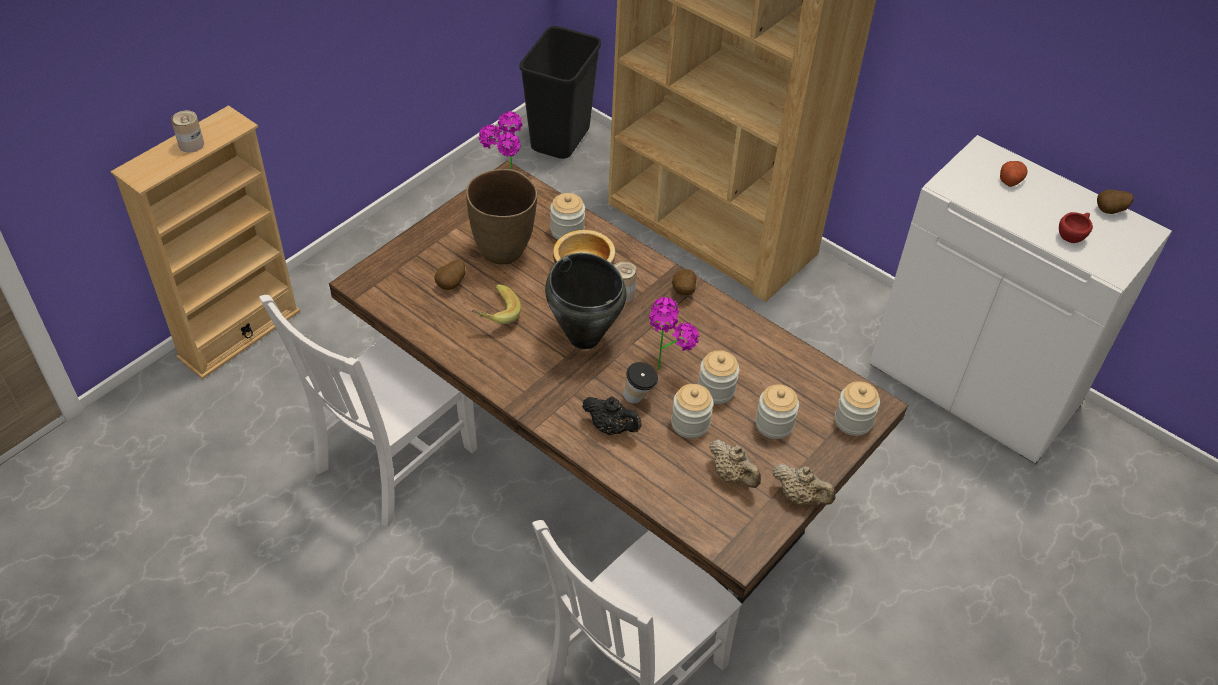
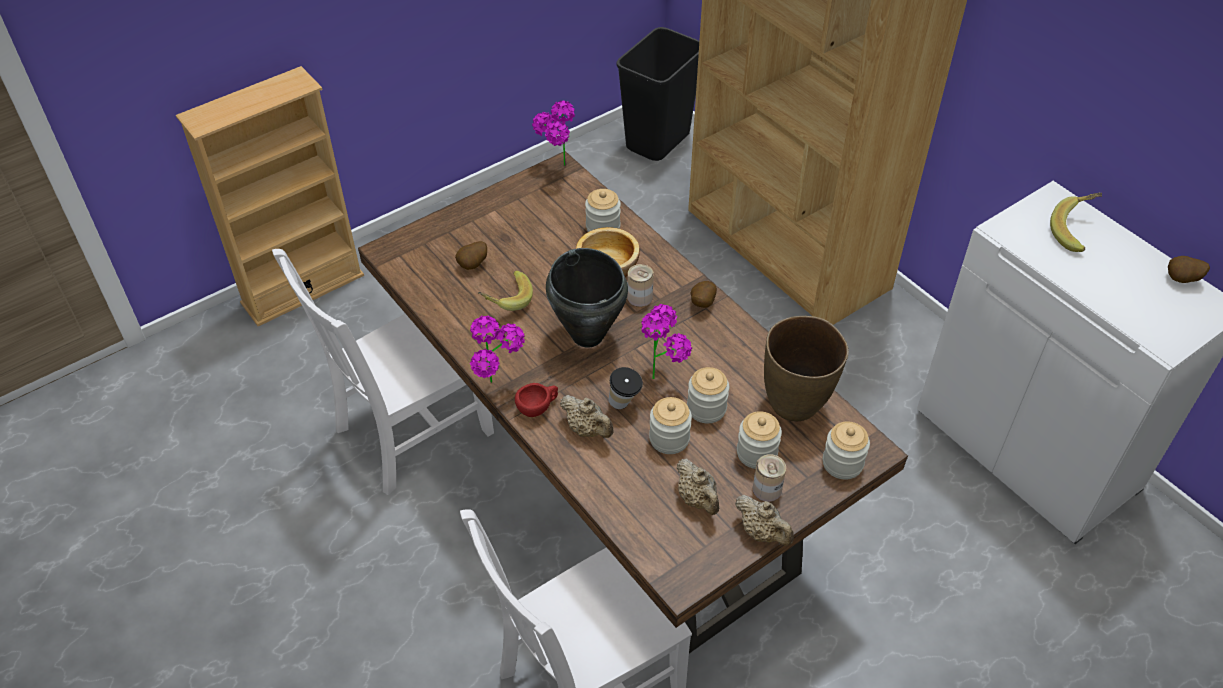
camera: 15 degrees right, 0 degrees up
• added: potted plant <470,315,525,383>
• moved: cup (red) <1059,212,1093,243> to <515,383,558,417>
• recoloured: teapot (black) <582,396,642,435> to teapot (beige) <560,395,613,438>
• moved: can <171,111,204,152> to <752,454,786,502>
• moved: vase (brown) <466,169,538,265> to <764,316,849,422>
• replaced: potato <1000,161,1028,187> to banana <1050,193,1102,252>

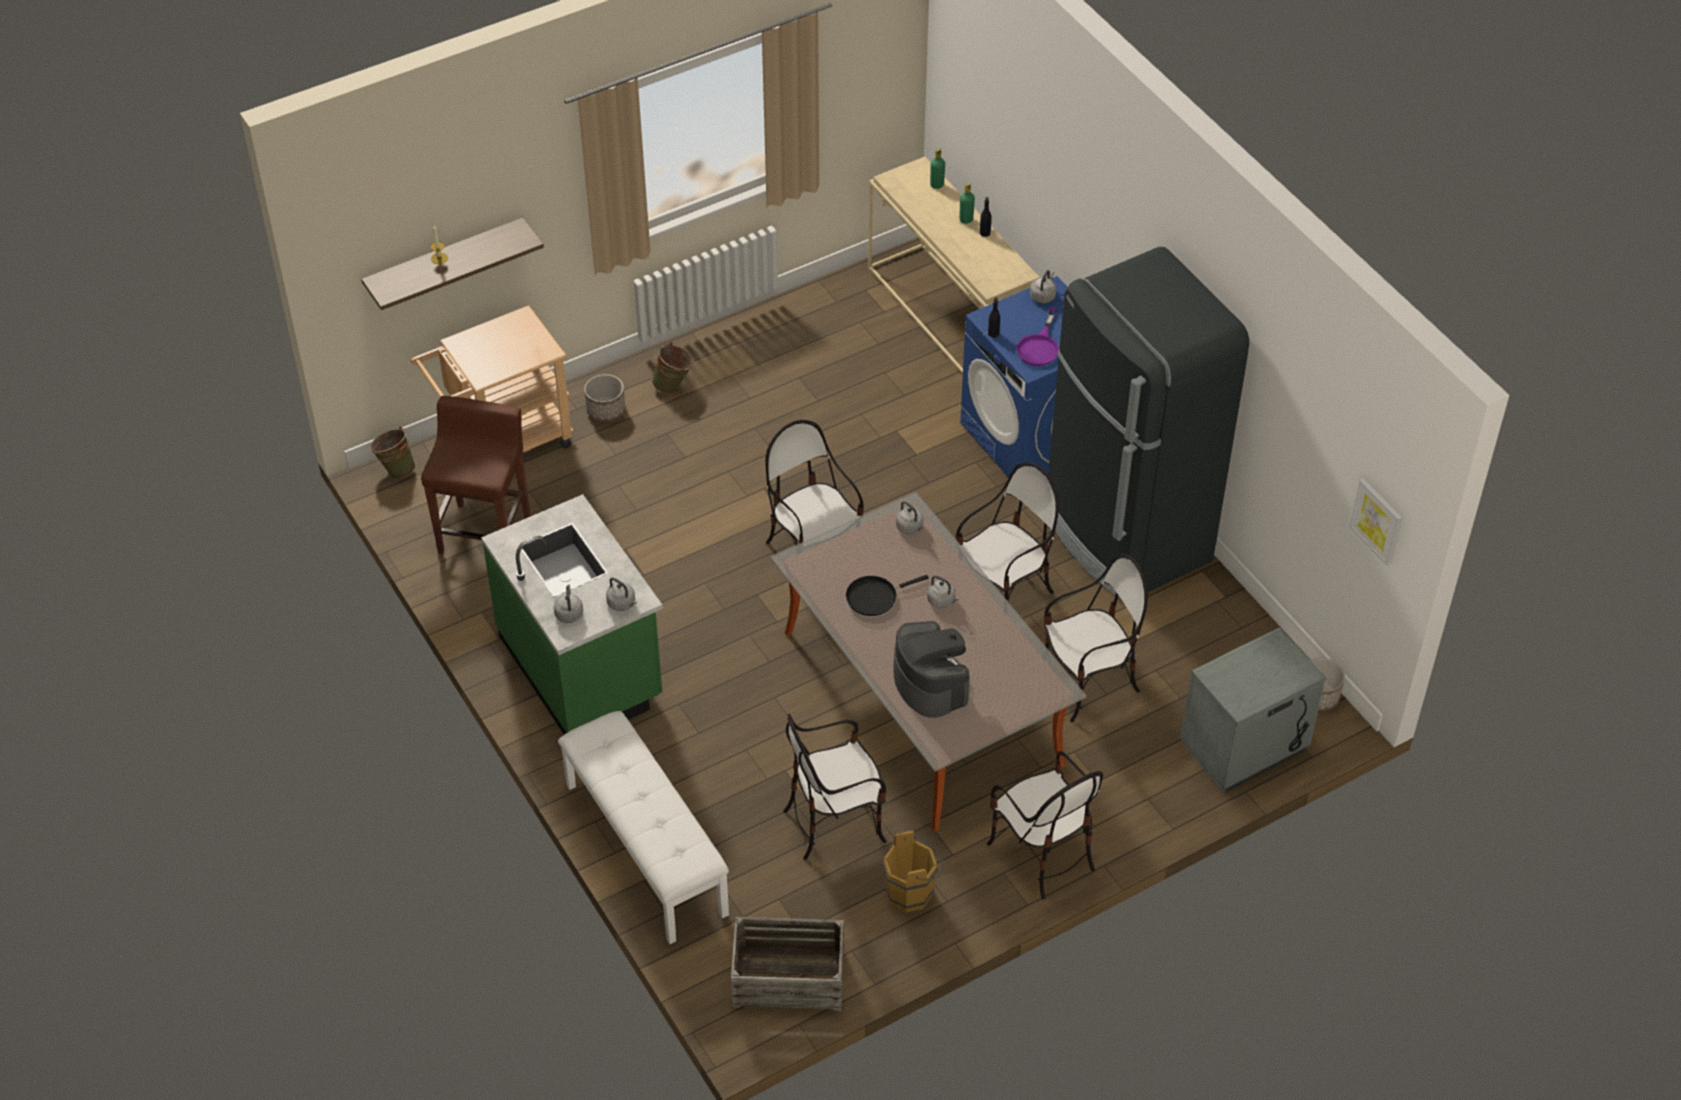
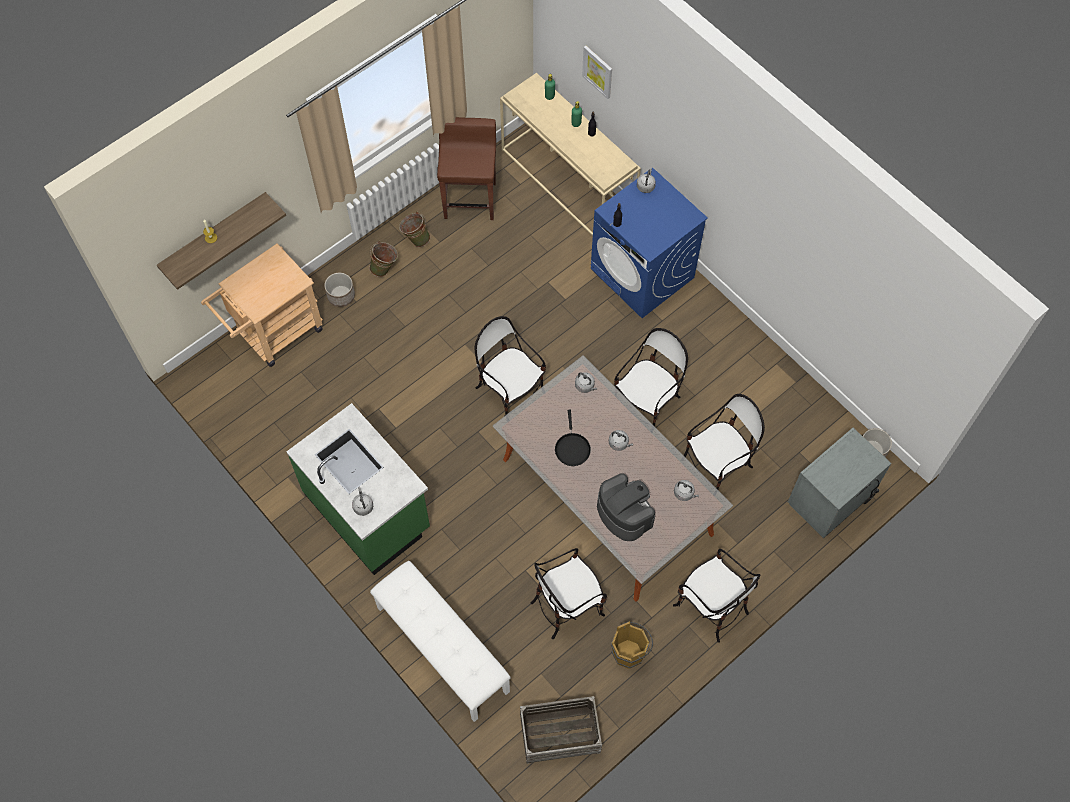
camera: 10 degrees left, 15 degrees up
• moved: bucket (green) <370,426,416,479> to <399,211,430,247>
• moved: stool (brown) <421,396,530,554> to <437,117,496,220>
• turned: frying pan (black) <846,575,929,616> = <555,410,591,466> 60 degrees counterclockwise
• moved: picture <1349,478,1403,566> to <582,46,612,99>
• moved: kettle (grey) <606,578,637,611> to <674,480,699,501>
• removed: frying pan (purple) <1016,307,1059,366>
• removed: fridge (black) <1048,247,1249,599>

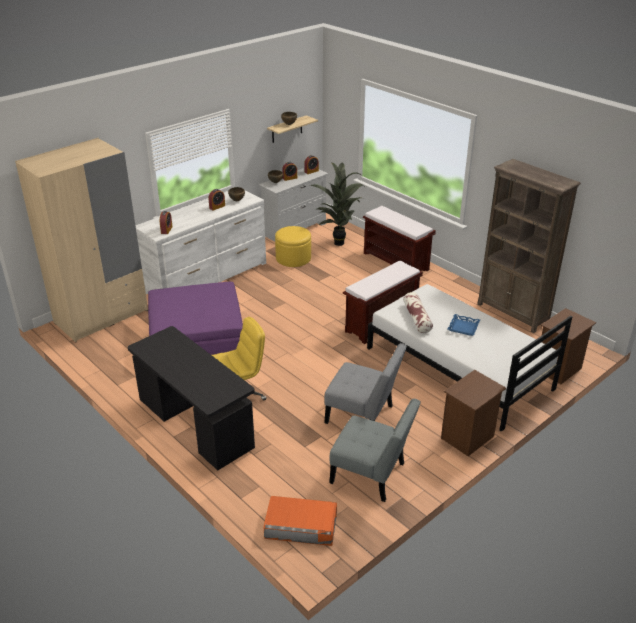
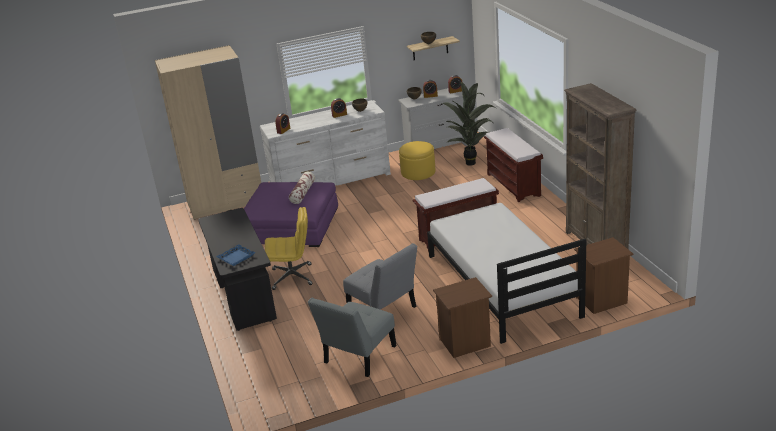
camera: 25 degrees right, 5 degrees down
• moved: tray (blue) <448,314,480,336> to <216,244,255,266>
• moved: pillow <403,292,433,333> to <289,172,315,204>
• turned: chair (grey) <329,399,421,502> = <308,298,397,377> 75 degrees clockwise
• removed: storage box (orange) <264,496,337,546>

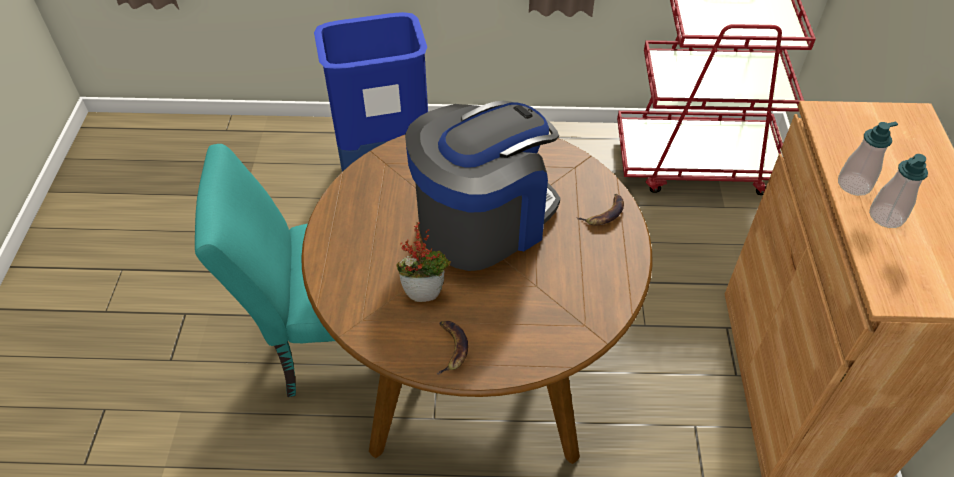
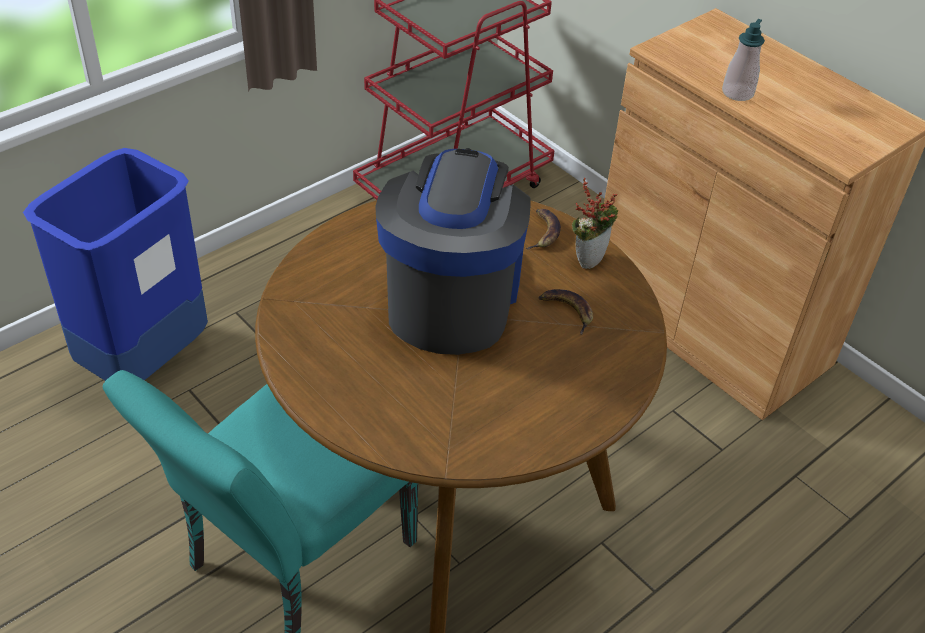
camera: 45 degrees left, 5 degrees down
• moved: banana <437,321,468,375> to <538,289,593,335>
• moved: potted plant <396,222,451,302> to <572,178,618,269>
• removed: soap dispenser <869,154,928,228>

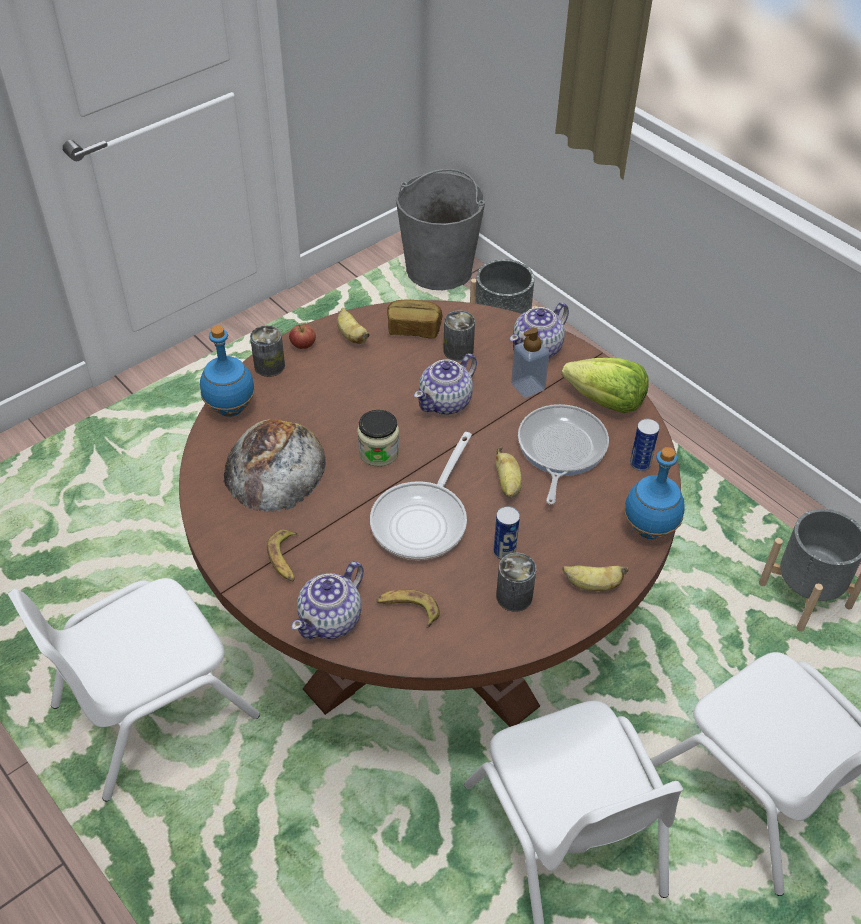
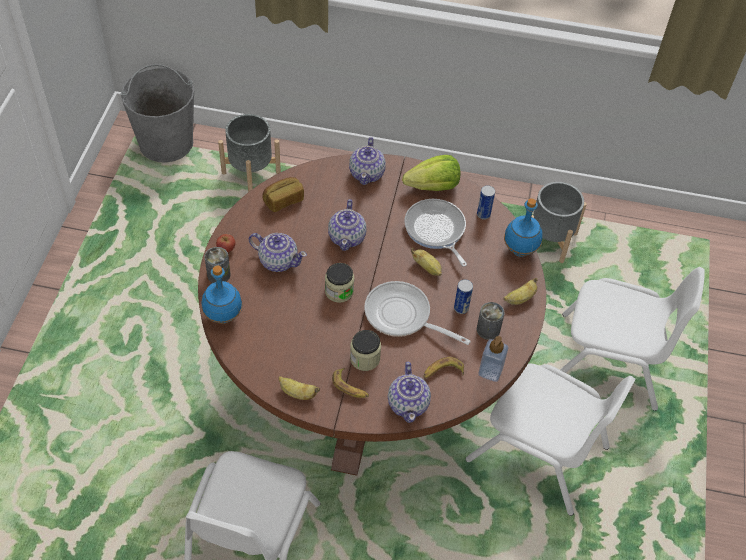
camera: 40 degrees left, 5 degrees up
• added: teapot <249,233,307,272>
• moved: banana <337,308,370,344> to <279,376,320,400>
• added: jar <350,330,381,371>
• turned: frying pan <370,432,472,560> = <364,281,471,345> 135 degrees clockwise
• moved: soap dispenser <511,327,550,398> to <478,336,508,382>
• removed: bread <223,419,326,513>
• removed: can <443,311,475,361>

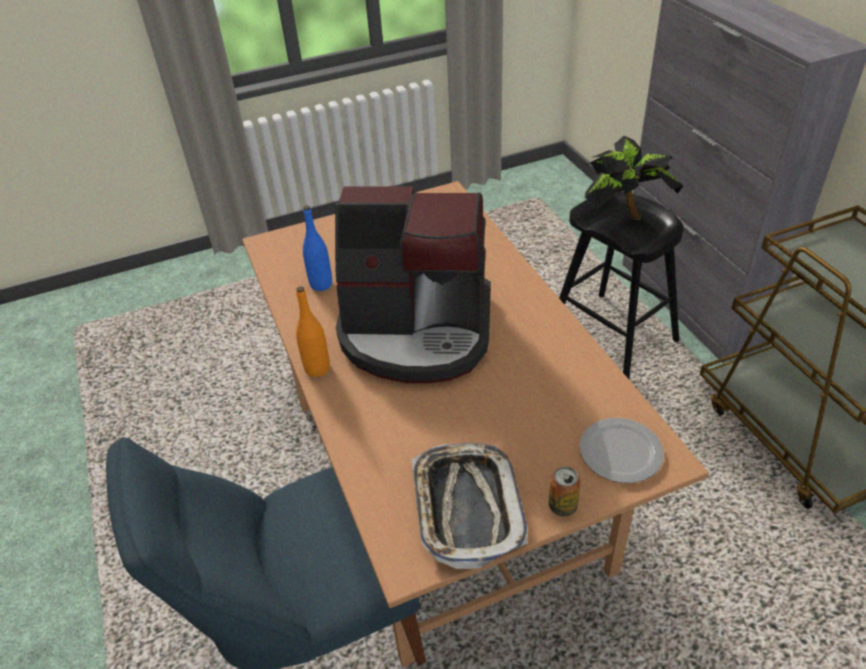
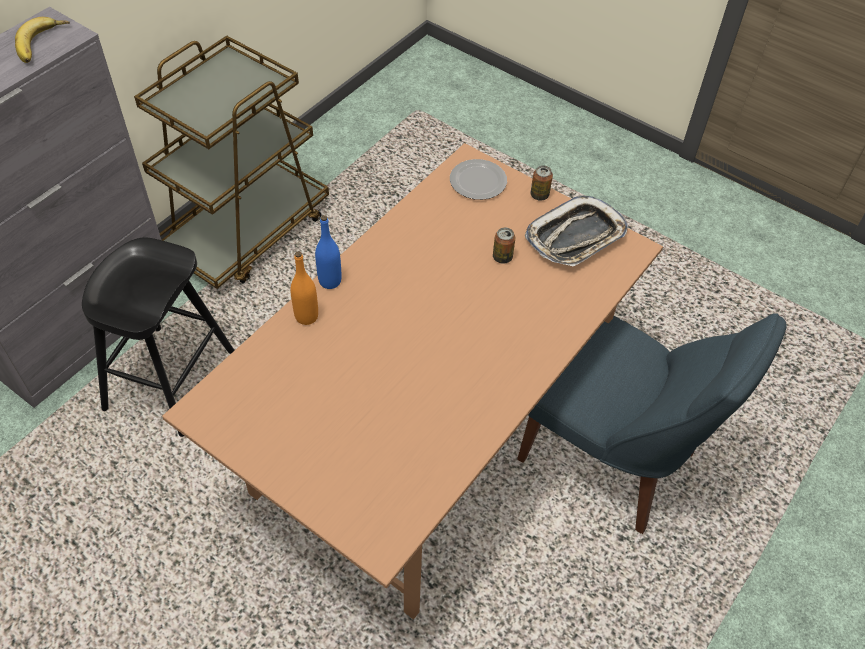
camera: 125 degrees left, 10 degrees up
• added: banana <15,17,70,63>
• moved: bottle (orange) <296,286,330,377> to <290,251,318,325>
• moved: bottle (blue) <303,205,332,291> to <315,215,342,289>
• added: can <493,227,515,264>
• removed: coffee machine <335,186,491,383>
• removed: potted plant <585,136,684,220>

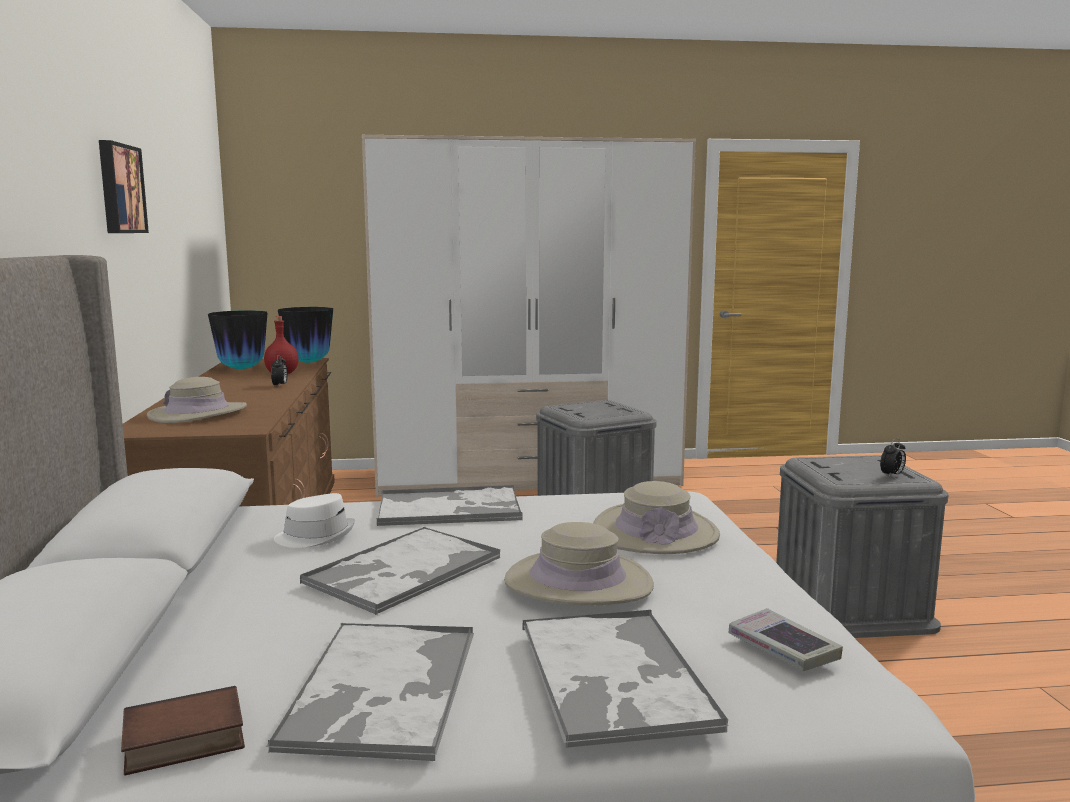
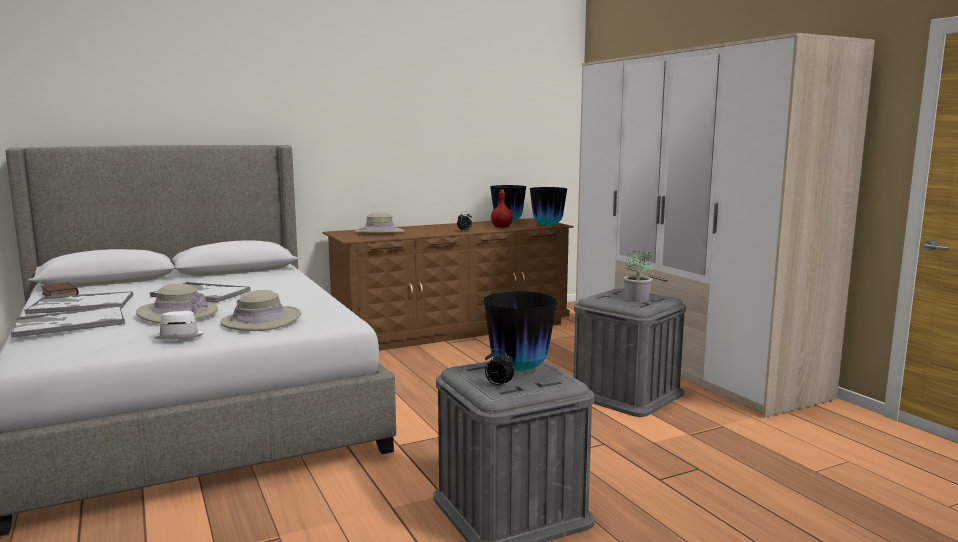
camera: 70 degrees right, 0 degrees up
• moved: hat (white) <274,493,355,548> to <154,311,204,340>
• added: vase <484,291,557,371>
• added: potted plant <624,250,652,302>
• removed: picture <99,140,149,233>
• removed: tray <377,485,522,527>
• removed: book <728,608,843,671>

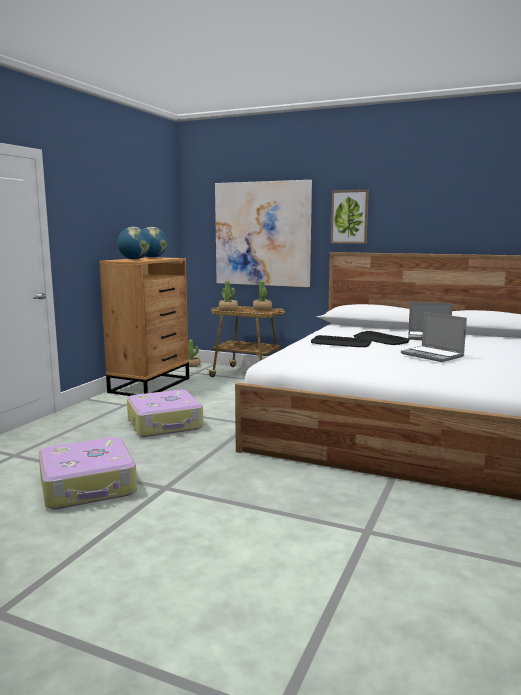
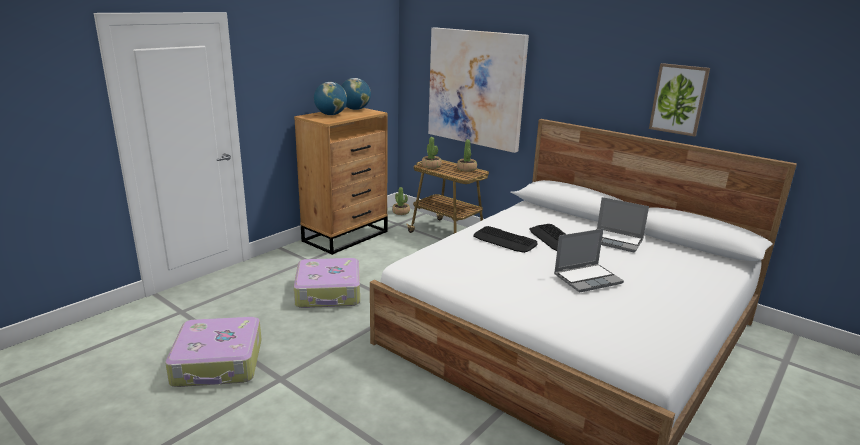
camera: 15 degrees right, 10 degrees up
• turned: laptop <401,312,467,362> = <554,229,624,293> 90 degrees counterclockwise
• moved: picture <331,190,369,244> to <649,63,710,137>

